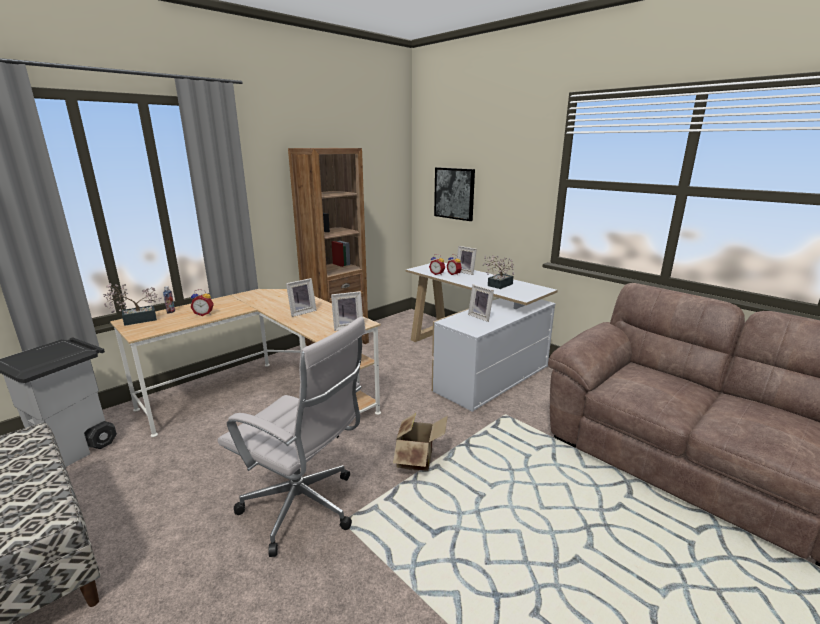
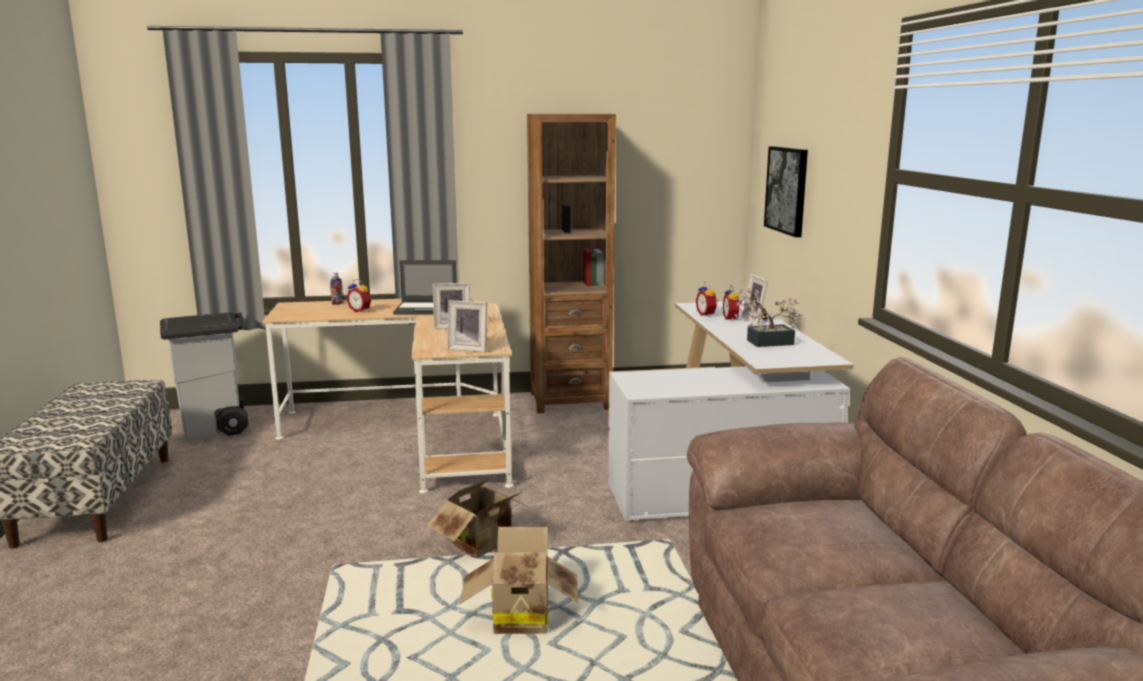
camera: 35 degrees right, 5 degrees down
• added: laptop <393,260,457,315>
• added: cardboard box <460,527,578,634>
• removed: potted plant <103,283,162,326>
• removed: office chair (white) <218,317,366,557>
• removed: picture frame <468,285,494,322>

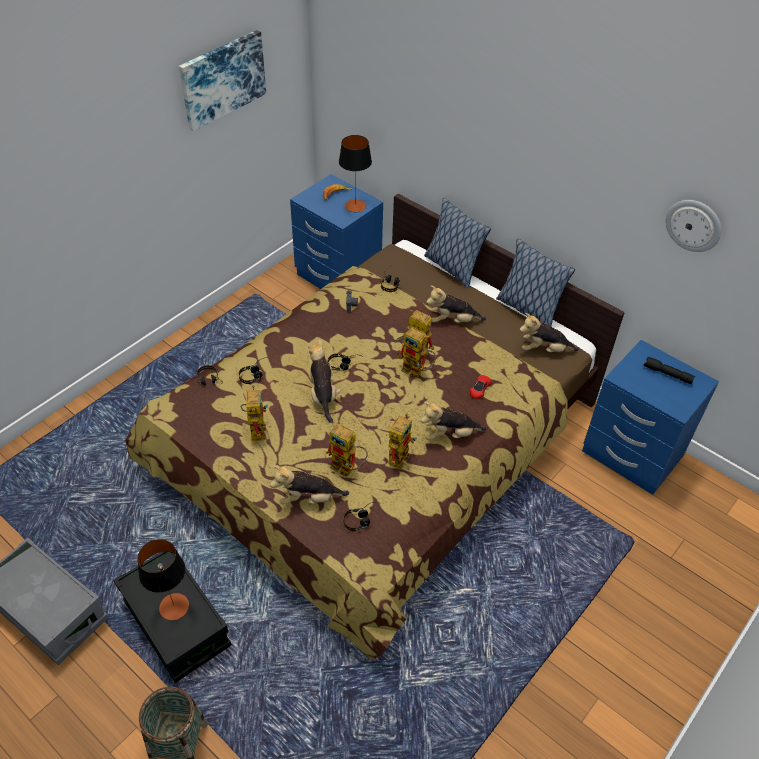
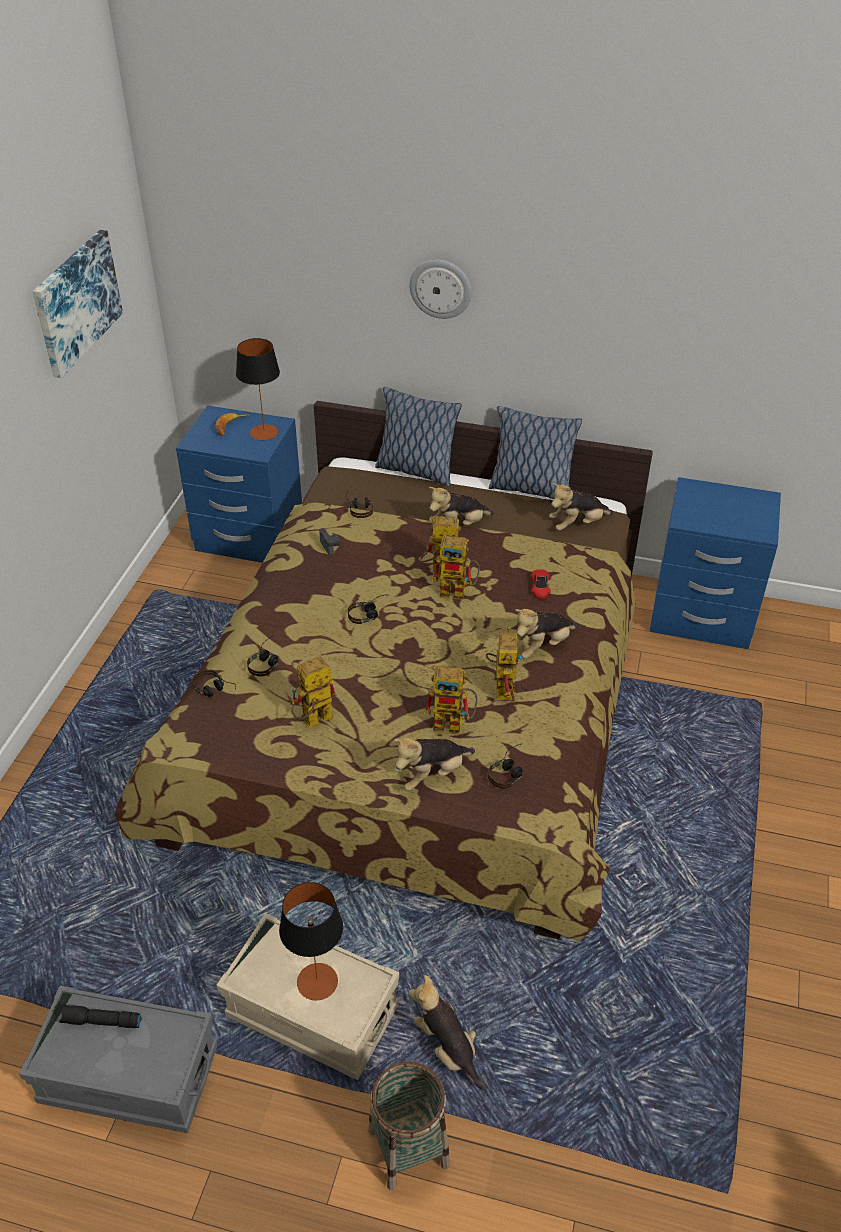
camera: 25 degrees left, 5 degrees down
• moved: flashlight (black) <644,357,695,384> to <59,1005,142,1028>
• recoloured: storage box (black) <113,552,232,683> to storage box (beige) <217,913,399,1080>
• turned: toy robot <240,385,268,441> = <290,656,337,728> 90 degrees counterclockwise
• moved: wall clock <666,200,721,252> to <409,260,471,319>
• moved: plush toy <308,340,341,423> to <409,975,488,1090>

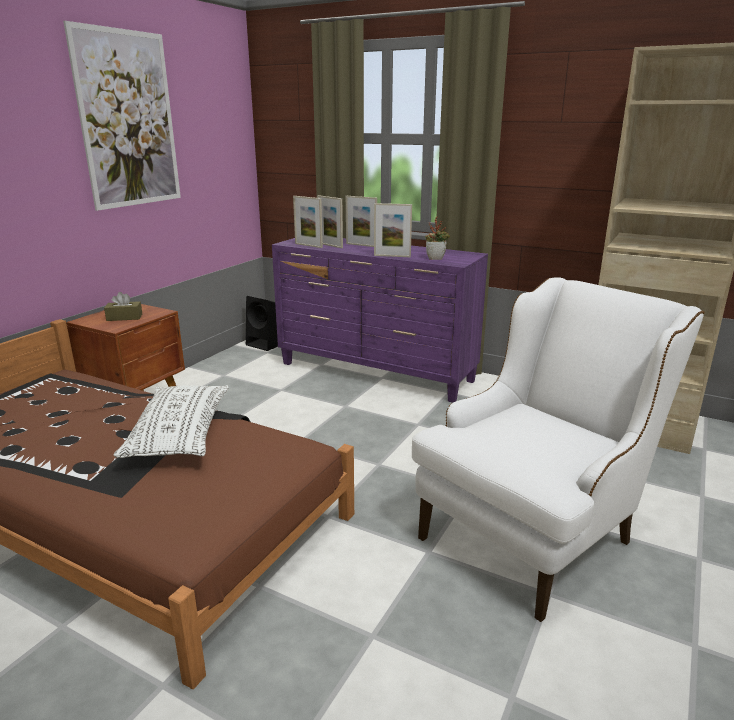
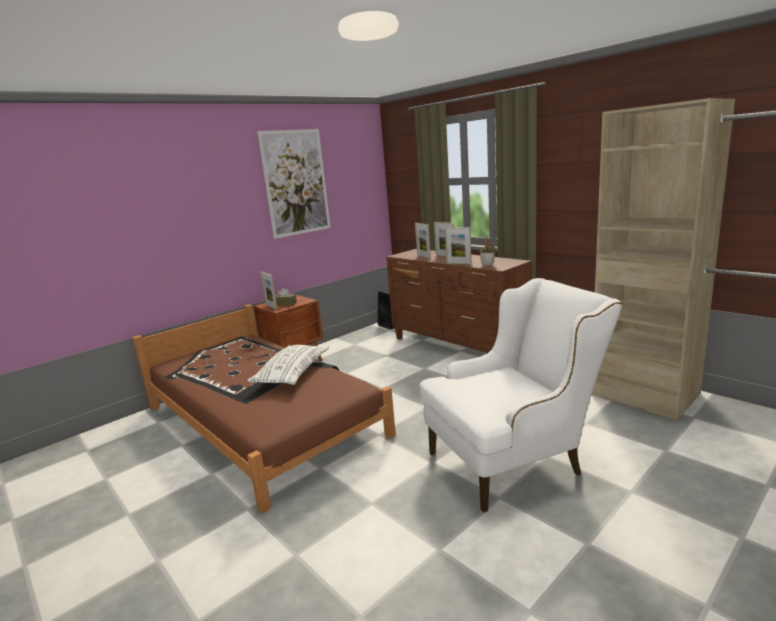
camera: 20 degrees right, 5 degrees down
• moved: picture frame <293,196,323,248> to <260,272,277,310>
• recoloured: dresser (purple) <272,238,488,403> to dresser (brown) <386,249,532,353>

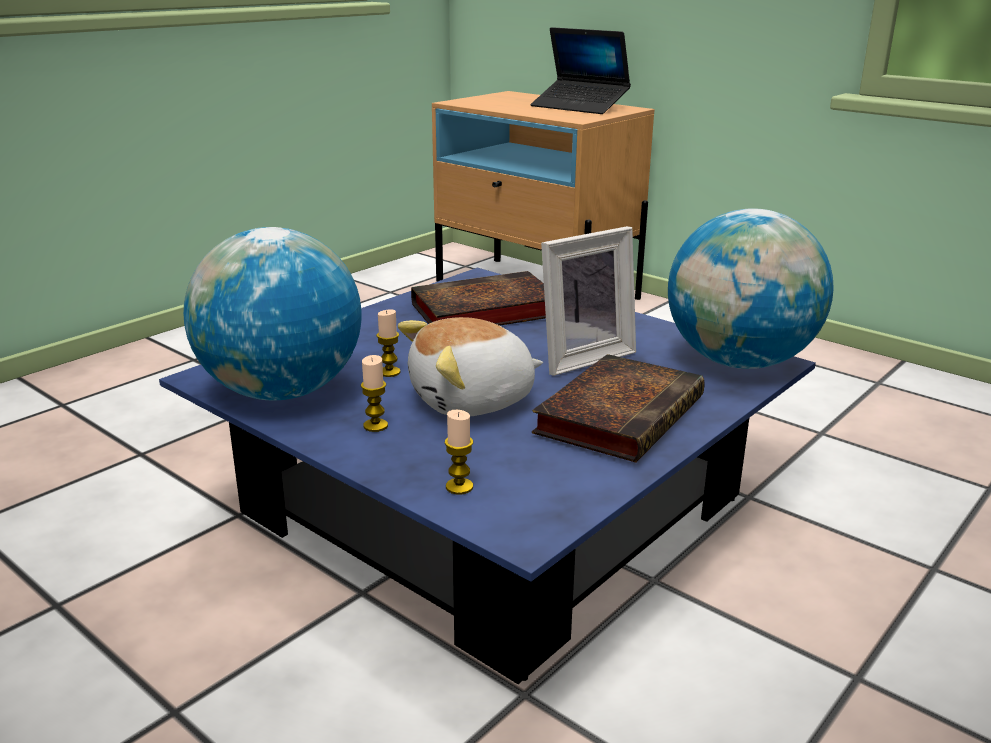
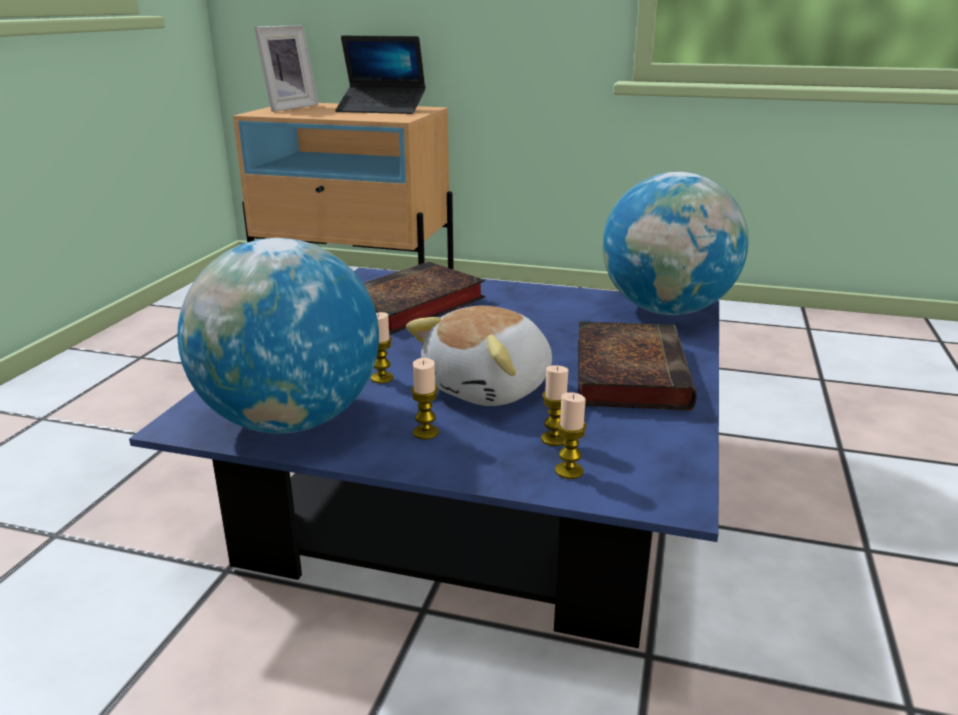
camera: 25 degrees left, 0 degrees up
• moved: picture frame <541,226,636,376> to <254,25,318,112>
• added: candle <541,365,568,446>

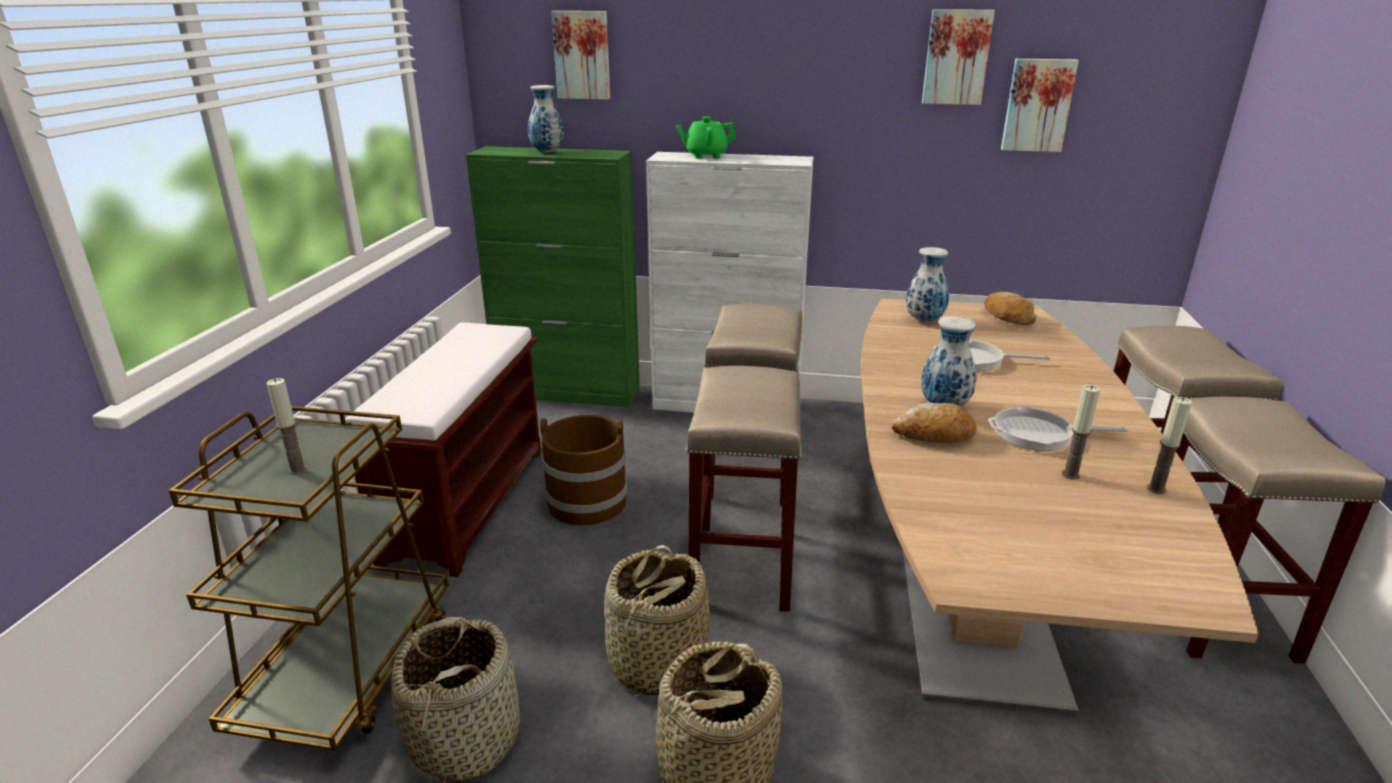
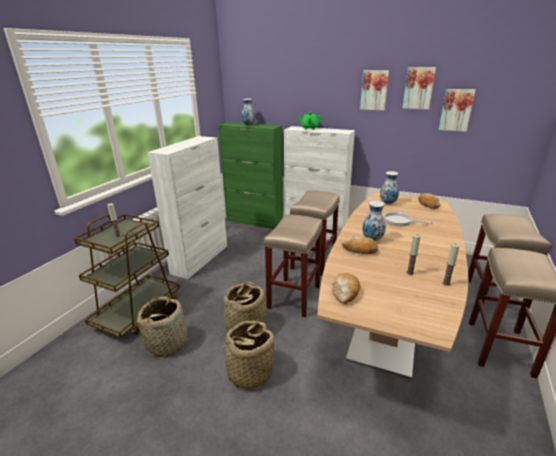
camera: 15 degrees right, 0 degrees up
• replaced: bench (brown) <345,322,541,577> to cabinet (white) <147,136,227,279>
• added: bread <331,273,360,304>
• moved: picture <551,11,610,99> to <360,70,389,111>
• removed: bucket (brown) <540,415,627,525>
• removed: frying pan <988,406,1128,451>

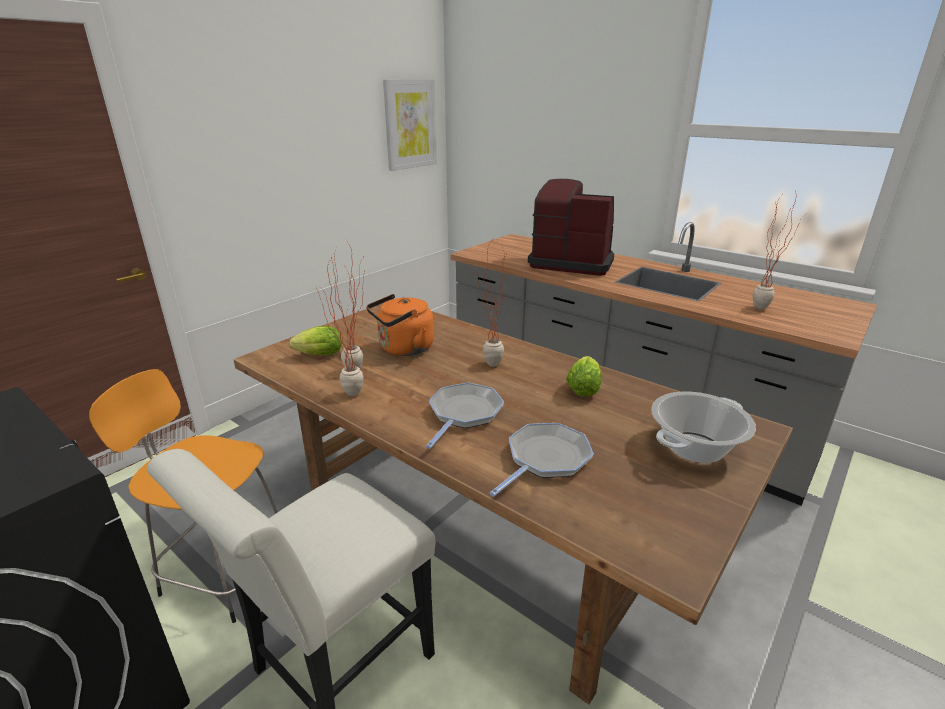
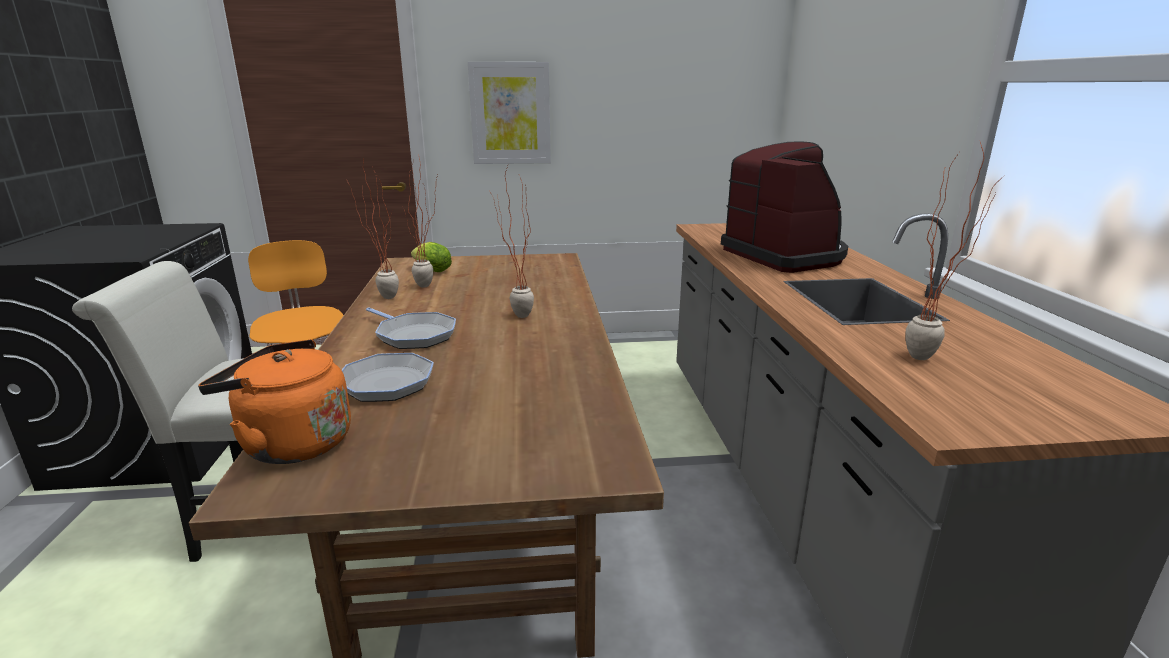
camera: 45 degrees right, 5 degrees down
• moved: kettle (orange) <366,294,434,356> to <198,339,351,464>
• turned: frying pan <426,383,504,449> = <366,308,456,349> 60 degrees clockwise
• moved: picture <383,79,437,171> to <468,62,551,164>
• removed: lettuce <566,356,601,396>
• removed: cooking pot <651,392,756,463>

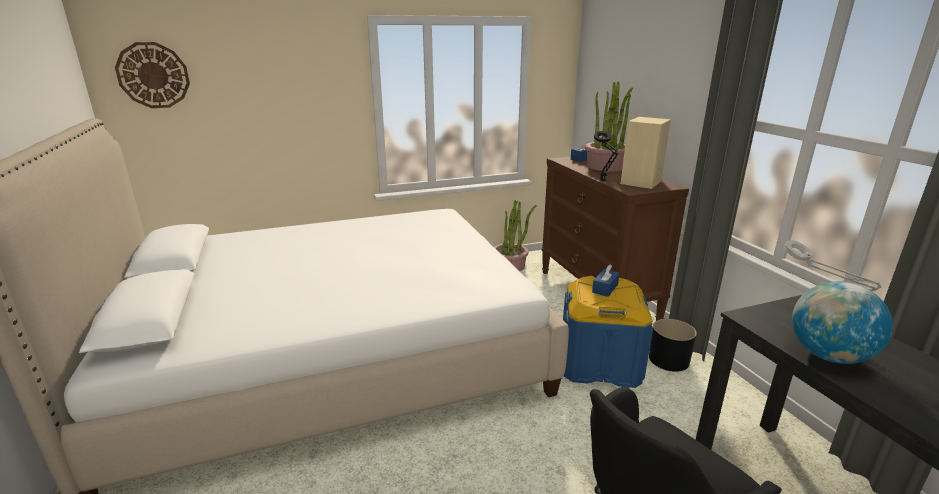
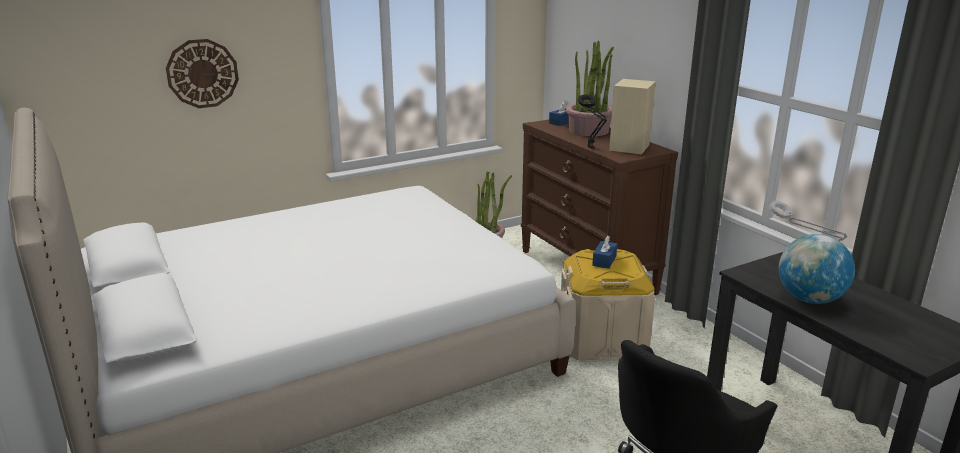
camera: 10 degrees left, 0 degrees up
• moved: wall clock <115,42,190,108> to <166,39,239,108>
• recoloured: storage box (blue) <563,276,653,388> to storage box (beige) <561,249,655,360>
• removed: planter (black) <649,319,697,372>

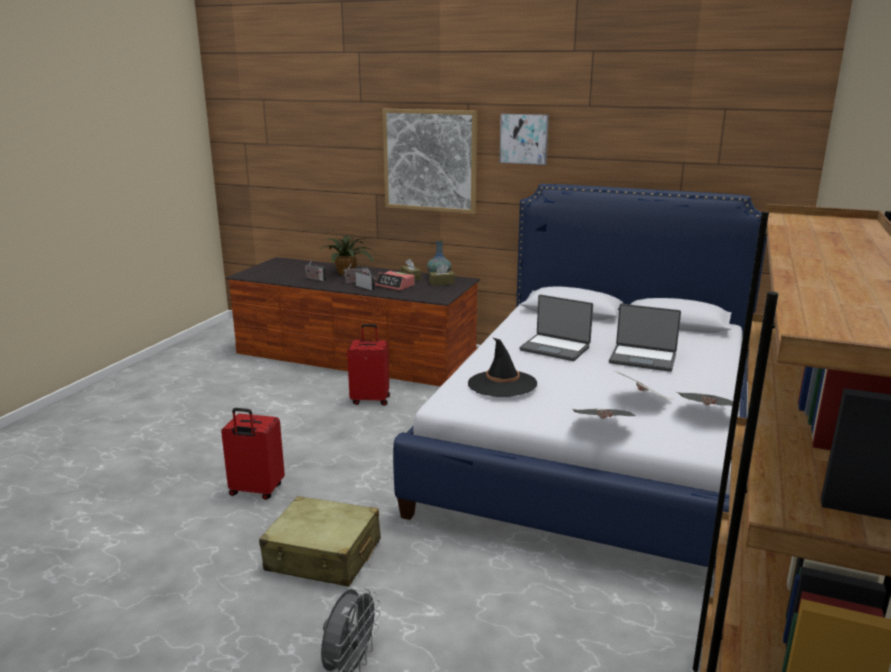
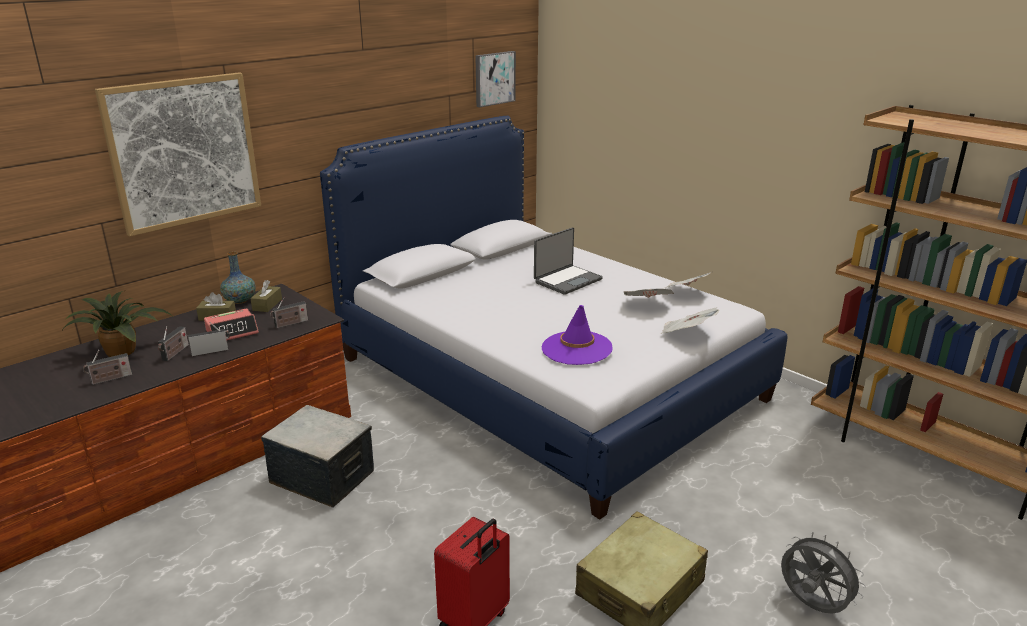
camera: 65 degrees left, 5 degrees up
• replaced: suitcase (red) <347,324,390,406> to storage box <261,405,374,508>
• added: radio <270,297,308,328>
• moved: picture <499,114,549,165> to <475,51,516,107>
• recoloured: hat (black) <468,337,538,397> to hat (purple) <542,305,613,365>
• removed: laptop <519,294,593,361>

